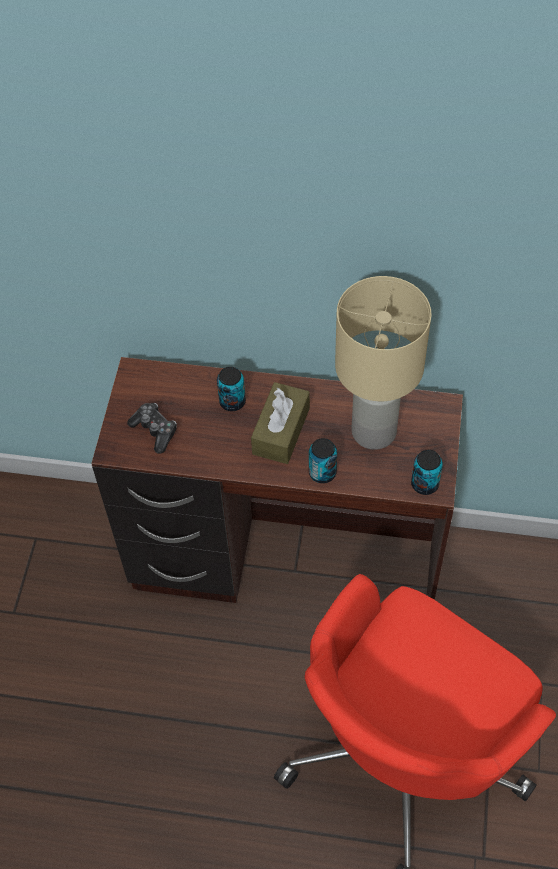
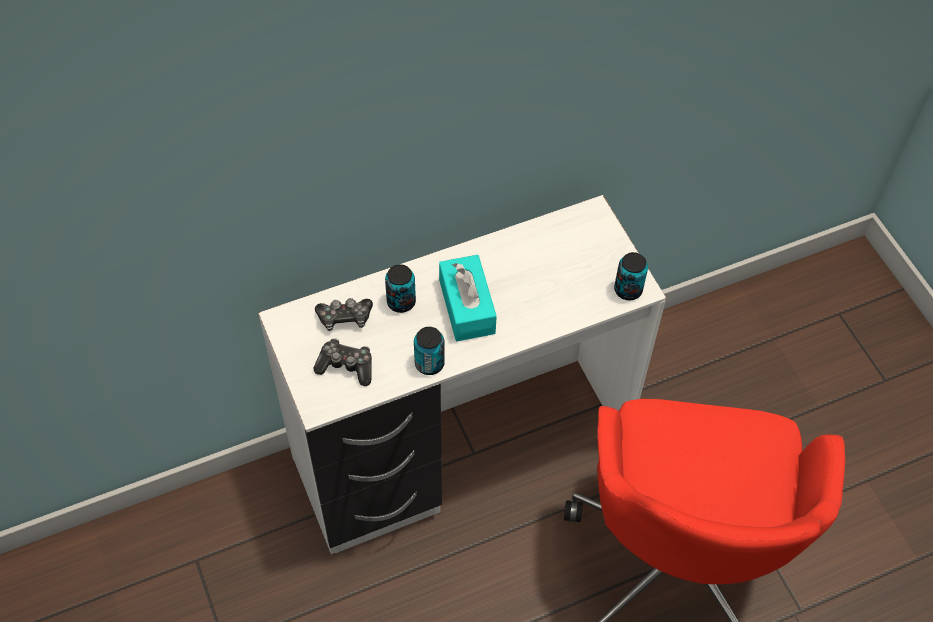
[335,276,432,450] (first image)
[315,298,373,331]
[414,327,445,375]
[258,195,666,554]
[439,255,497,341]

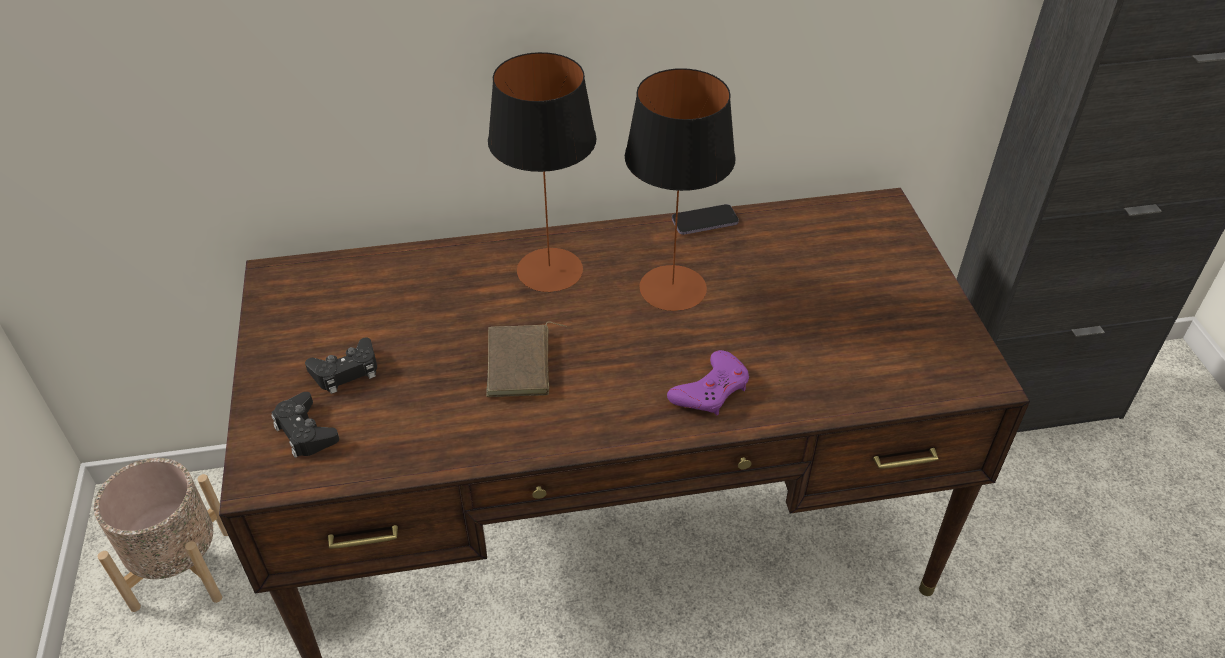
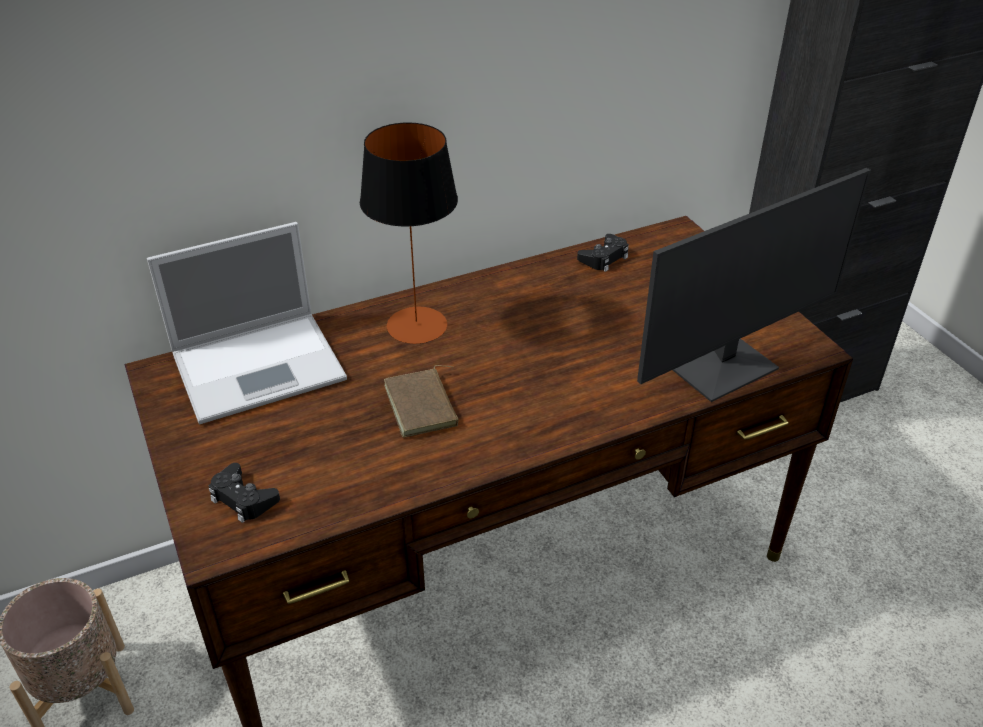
[625,68,736,311] (first image)
[667,350,749,415] (first image)
[672,204,739,235] (first image)
[147,222,347,424]
[637,168,871,402]
[577,234,629,272]

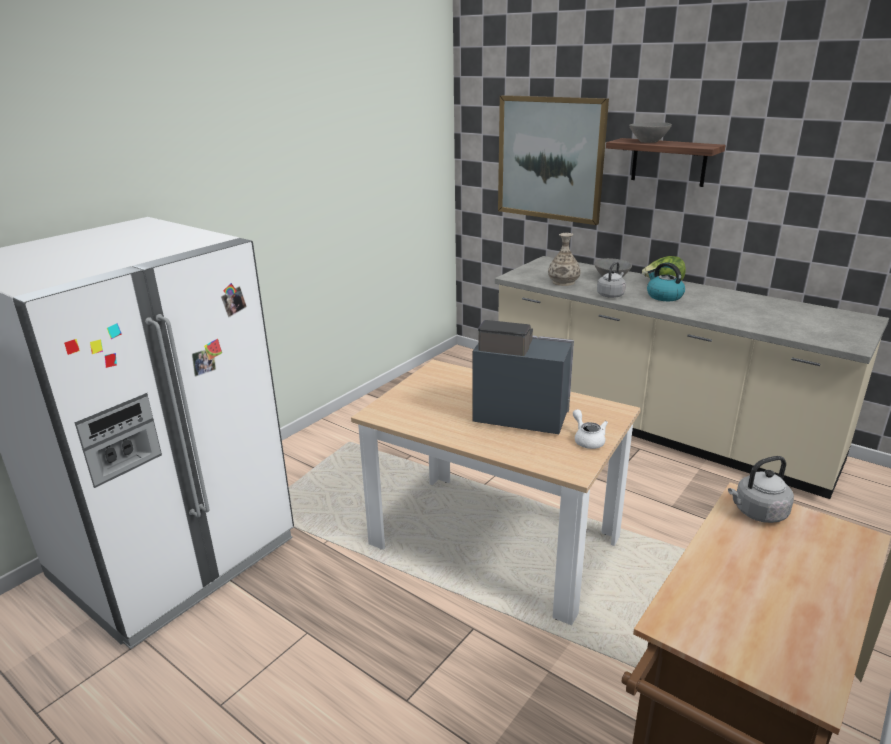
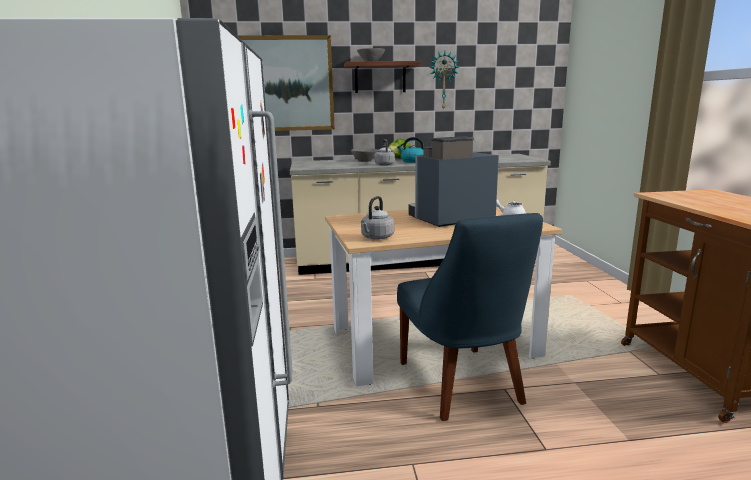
[548,233,580,286] (first image)
[397,213,543,421]
[429,51,459,110]
[361,196,394,240]

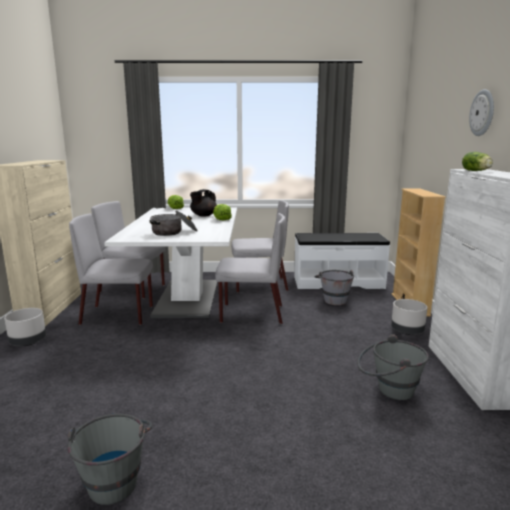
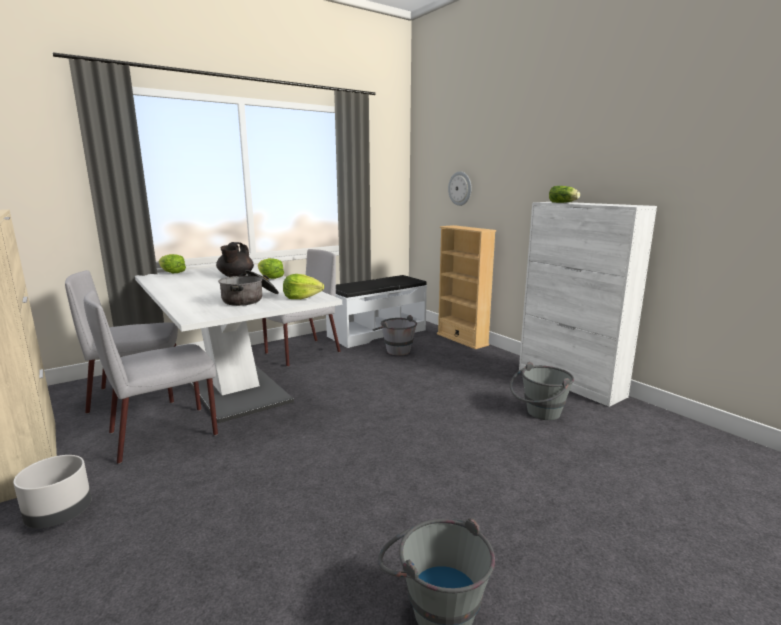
[215,213,286,324] (first image)
[391,299,427,335] (first image)
[283,274,324,299]
[448,171,472,206]

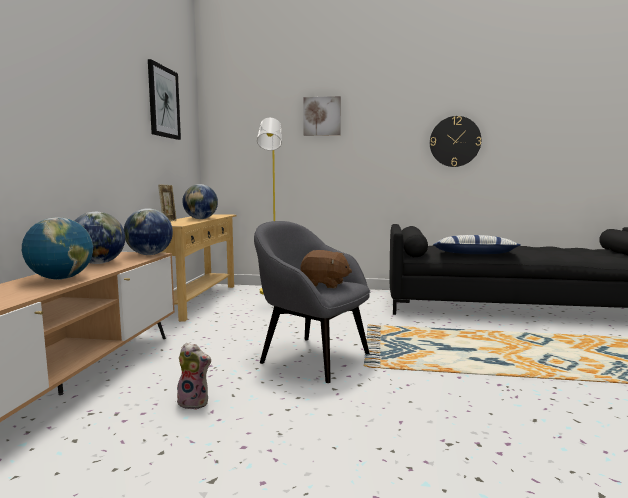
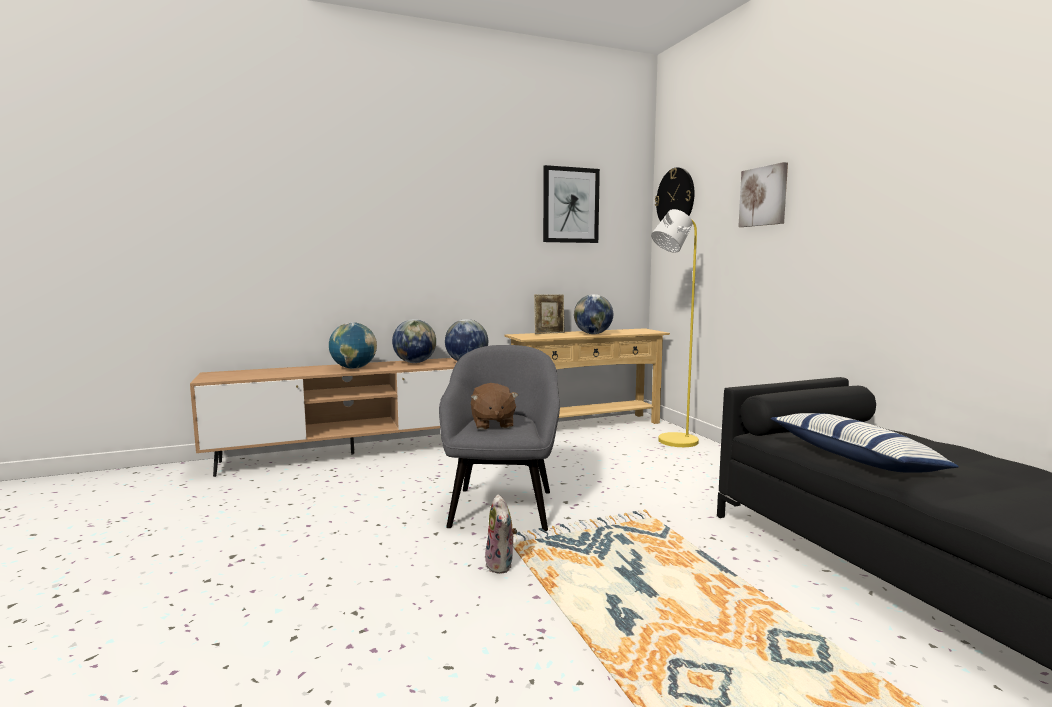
[485,495,517,574]
[655,167,694,222]

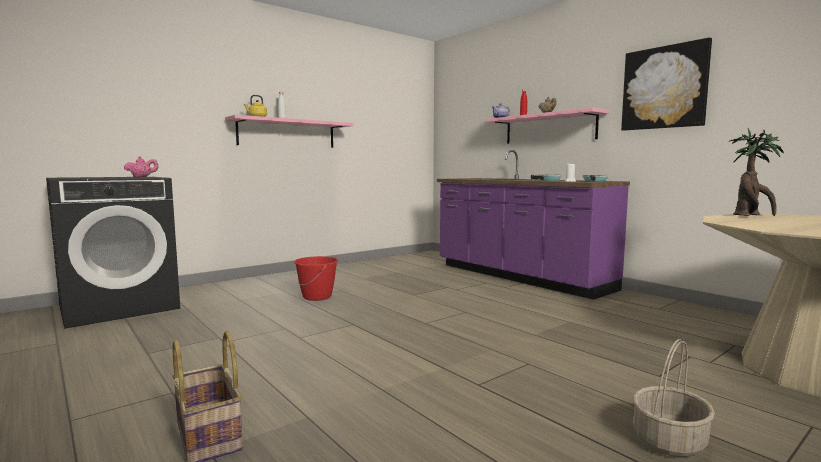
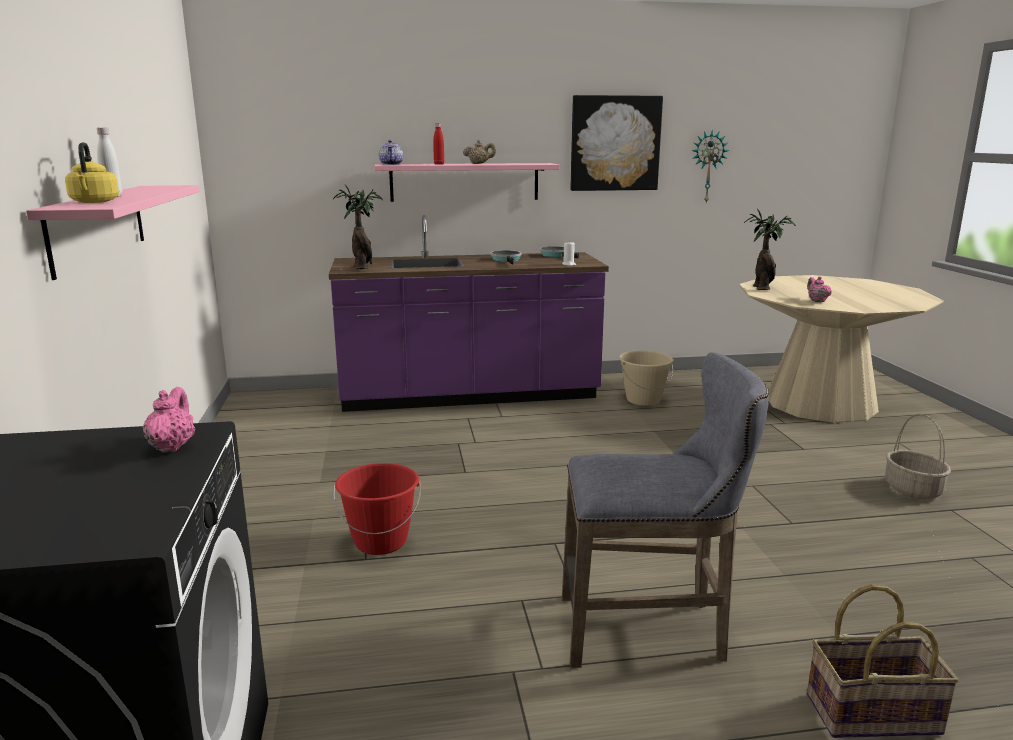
[333,184,383,269]
[562,352,769,668]
[619,350,673,406]
[692,129,729,203]
[807,276,832,302]

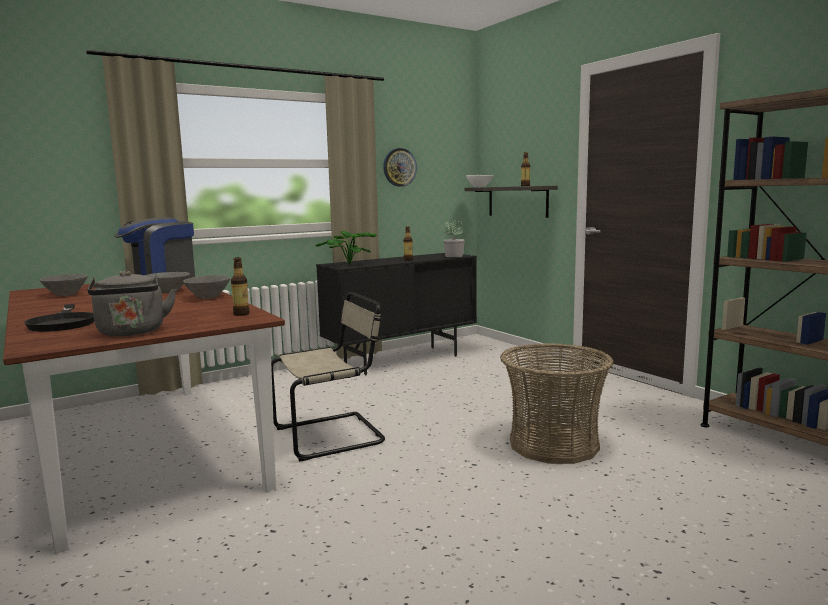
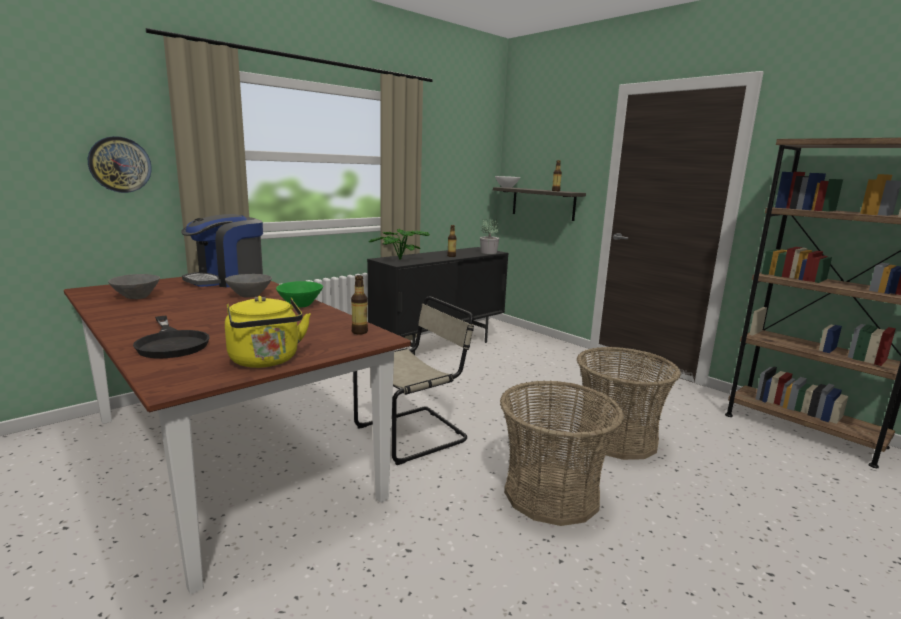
[500,381,624,526]
[88,136,152,193]
[225,296,311,368]
[276,281,323,307]

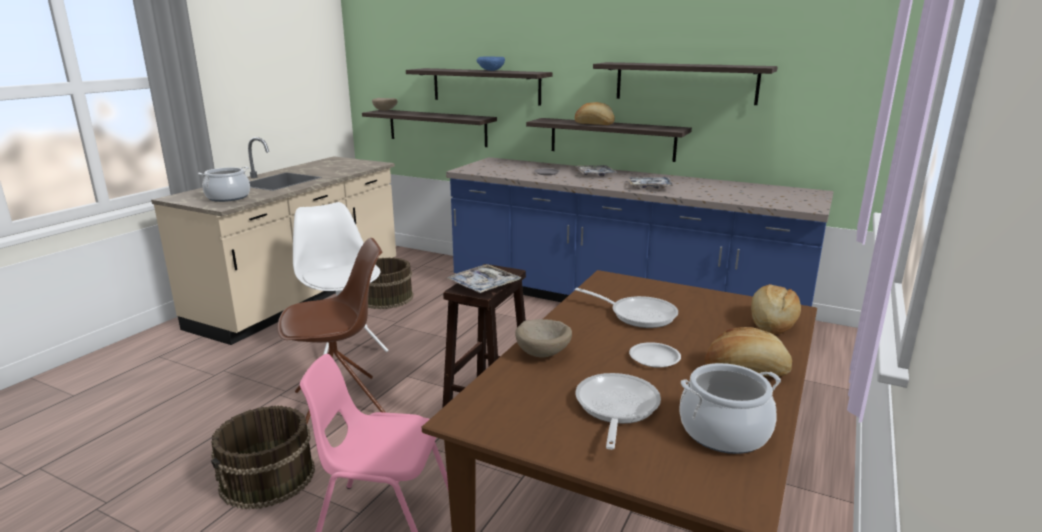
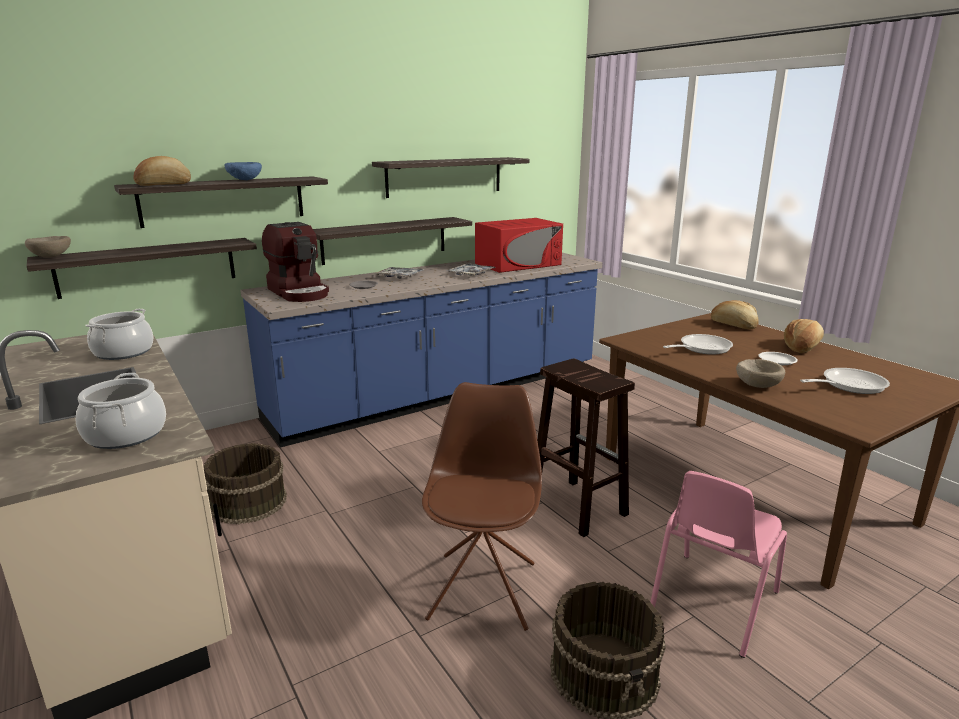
[293,202,388,355] (first image)
[447,264,522,293] (first image)
[262,222,329,302]
[475,218,563,273]
[133,156,191,186]
[85,309,153,360]
[800,368,890,394]

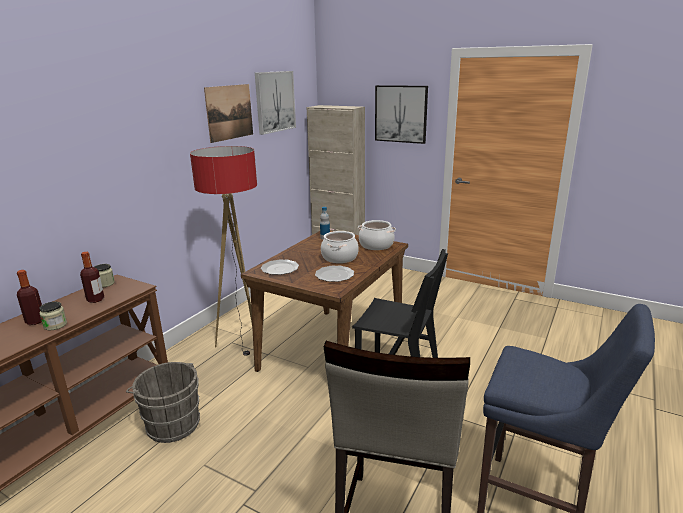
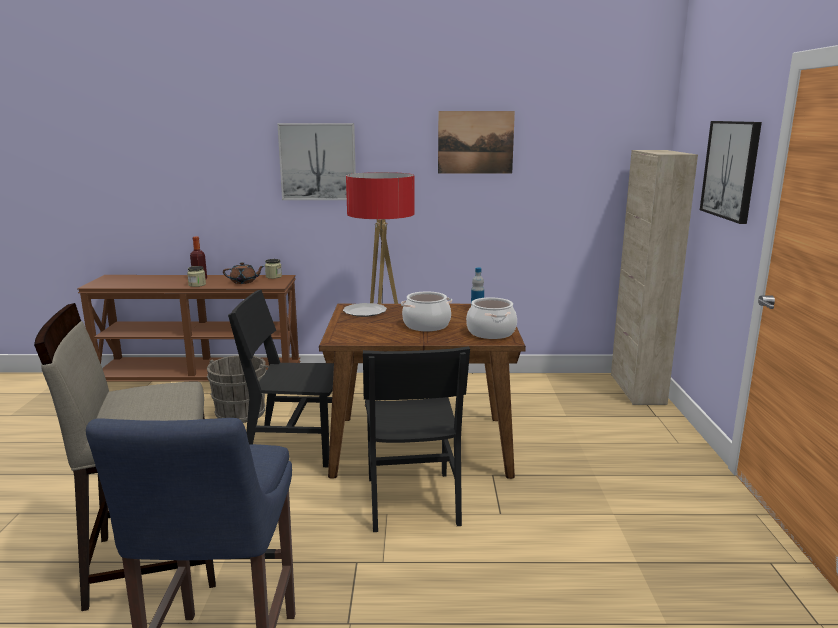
[315,266,354,282] (first image)
[228,290,334,467]
[277,123,356,200]
[223,262,264,284]

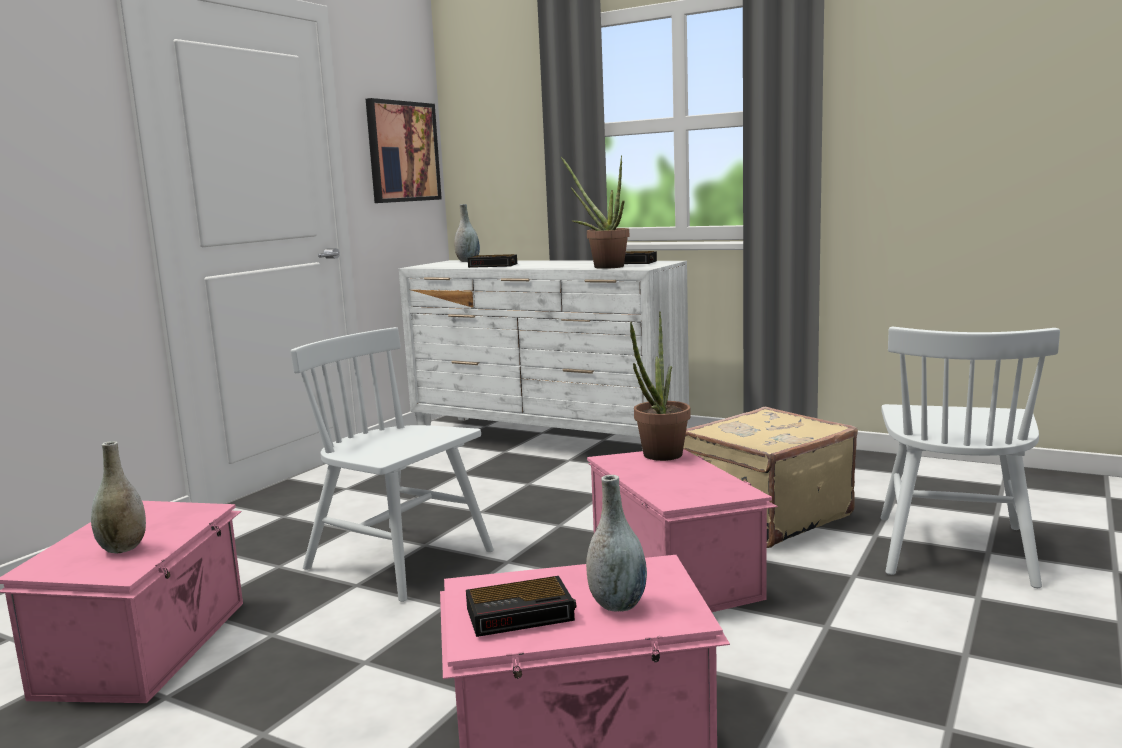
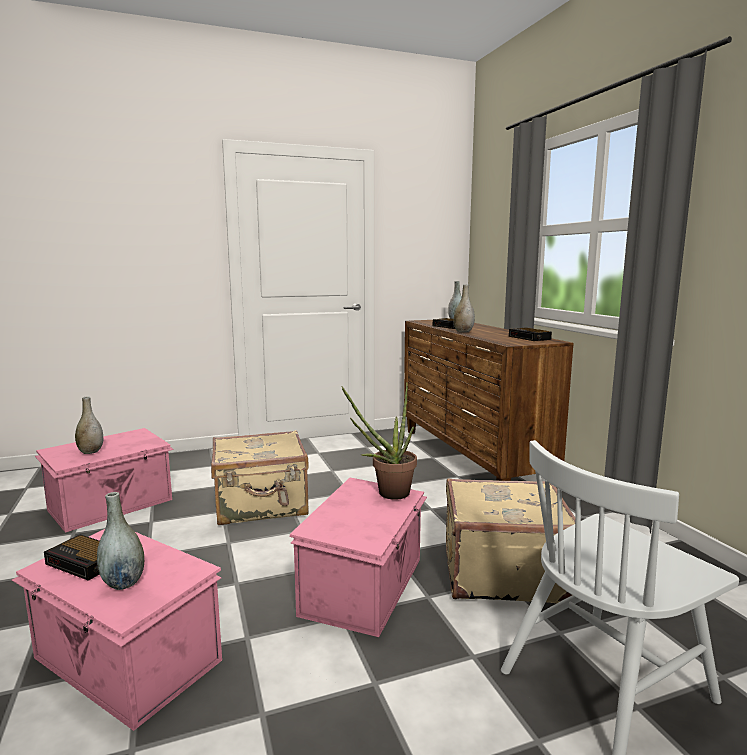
[366,98,442,203] (first image)
[561,155,629,269] (first image)
[454,285,475,333]
[211,430,309,525]
[404,320,574,488]

